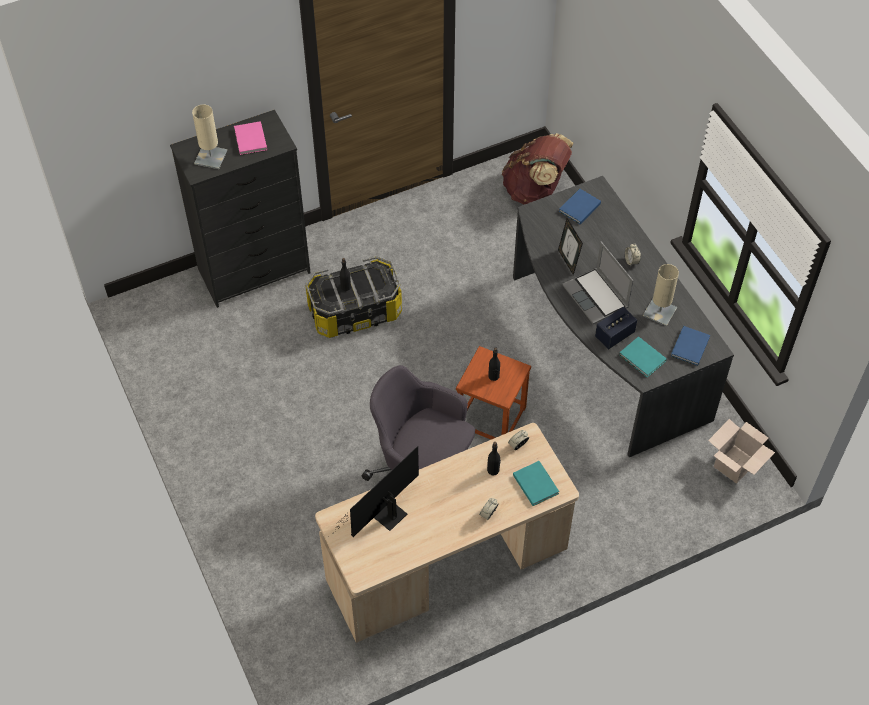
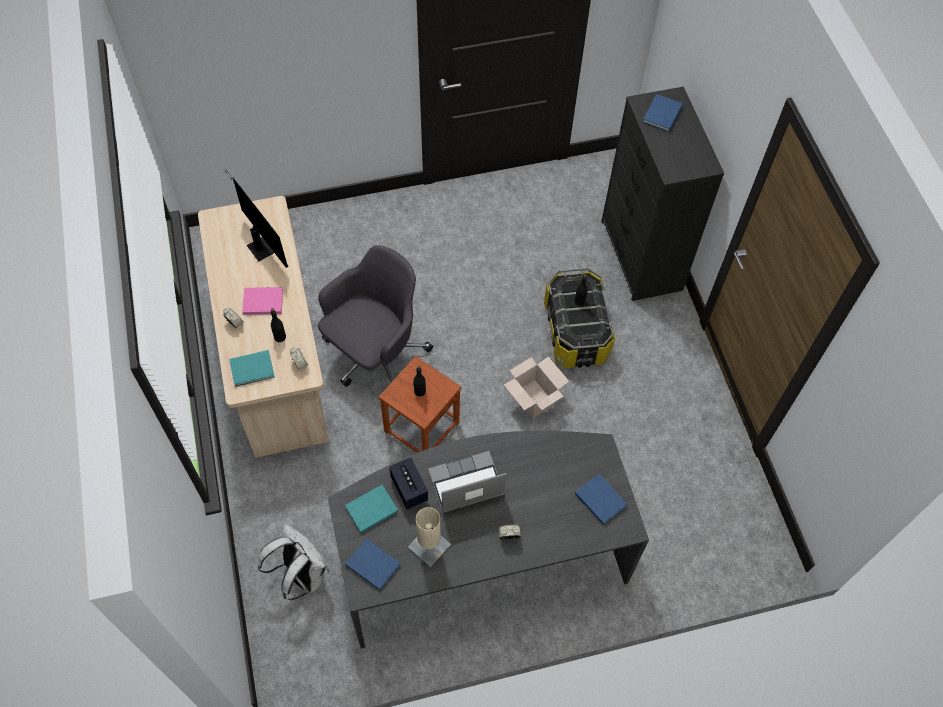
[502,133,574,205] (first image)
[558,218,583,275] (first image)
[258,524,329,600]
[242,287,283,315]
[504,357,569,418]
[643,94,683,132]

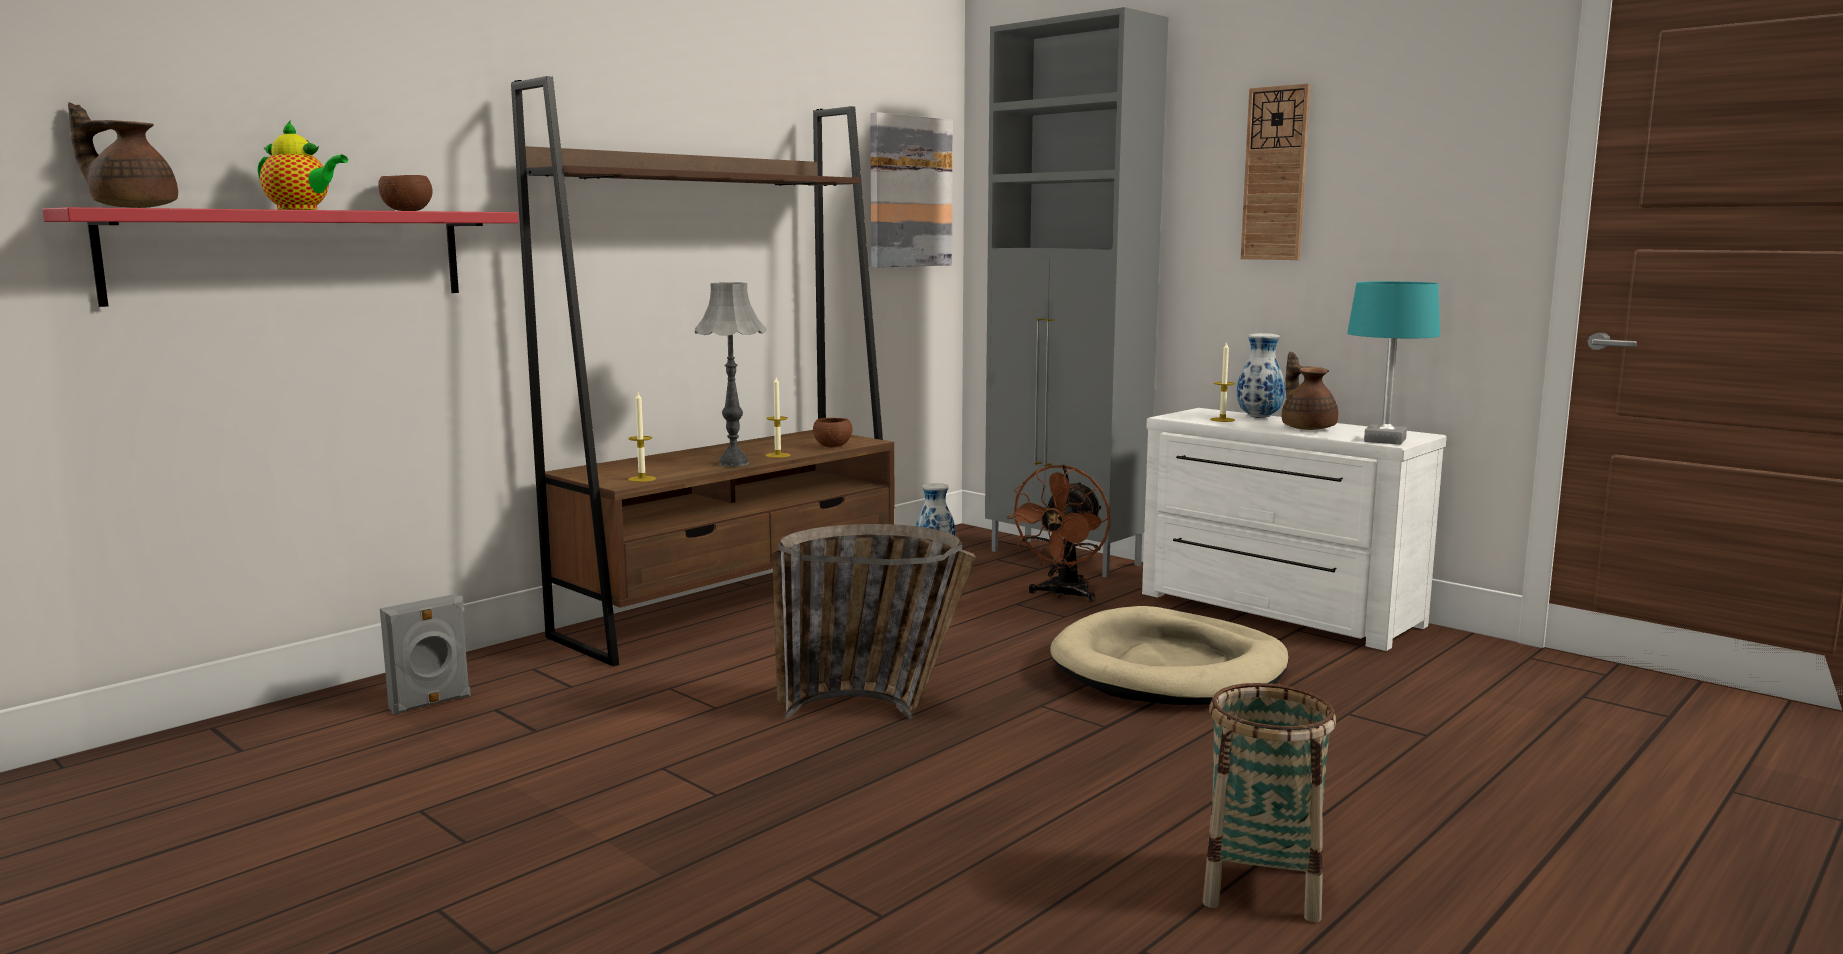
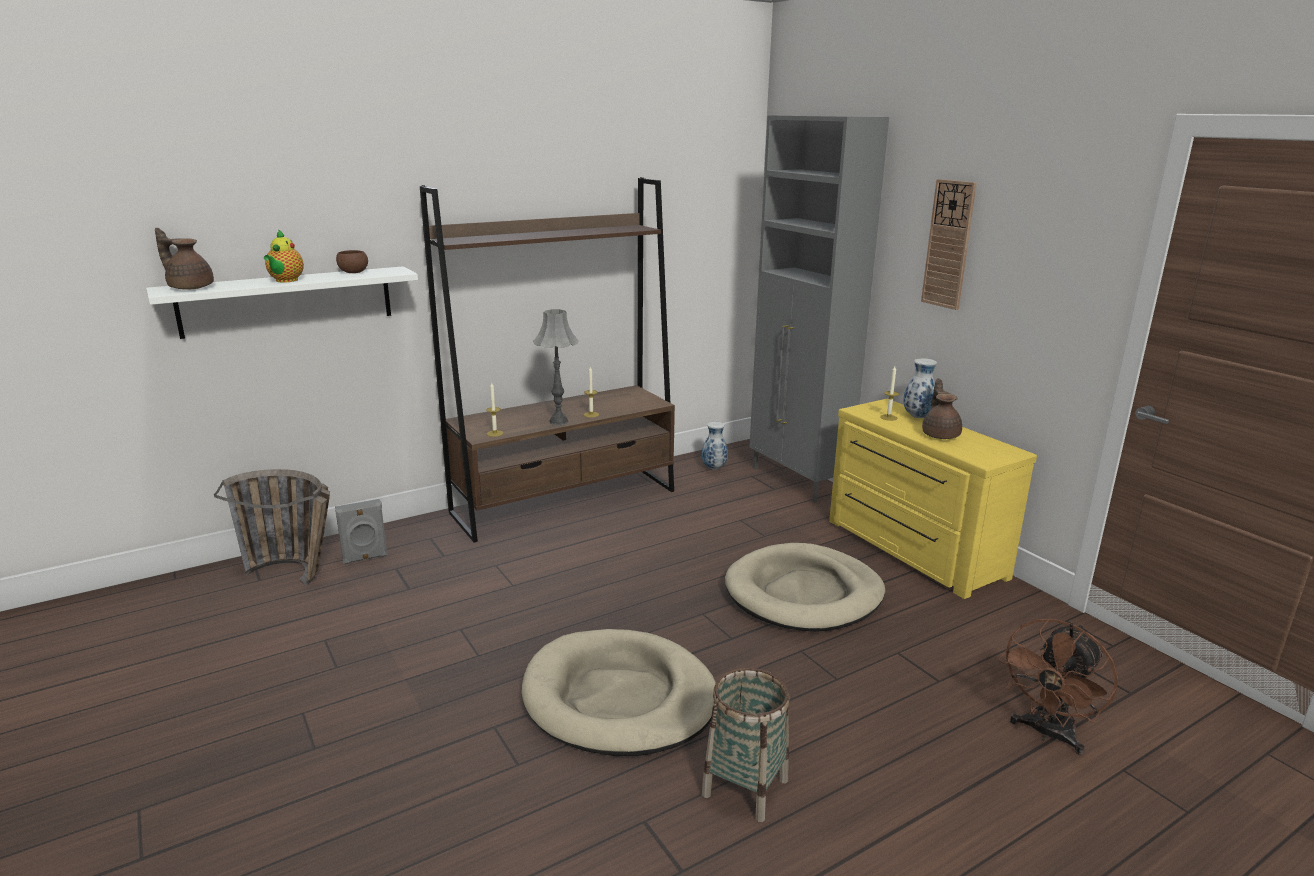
[813,418,853,447] (first image)
[870,112,953,268] (first image)
[1347,281,1440,445] (first image)
[522,629,716,756]
[214,469,330,585]
[999,619,1118,755]
[146,266,418,339]
[829,399,1037,599]
[264,229,304,282]

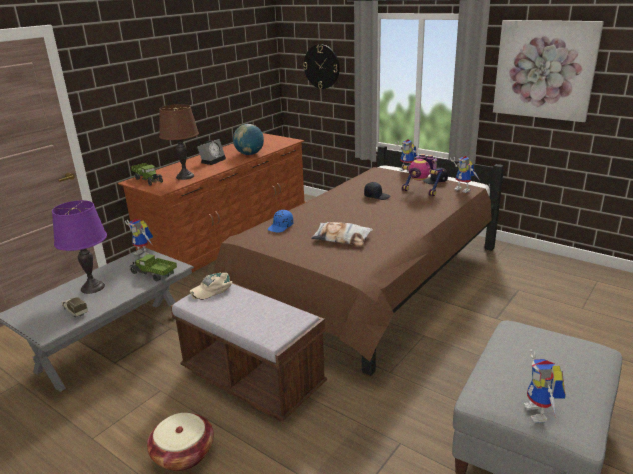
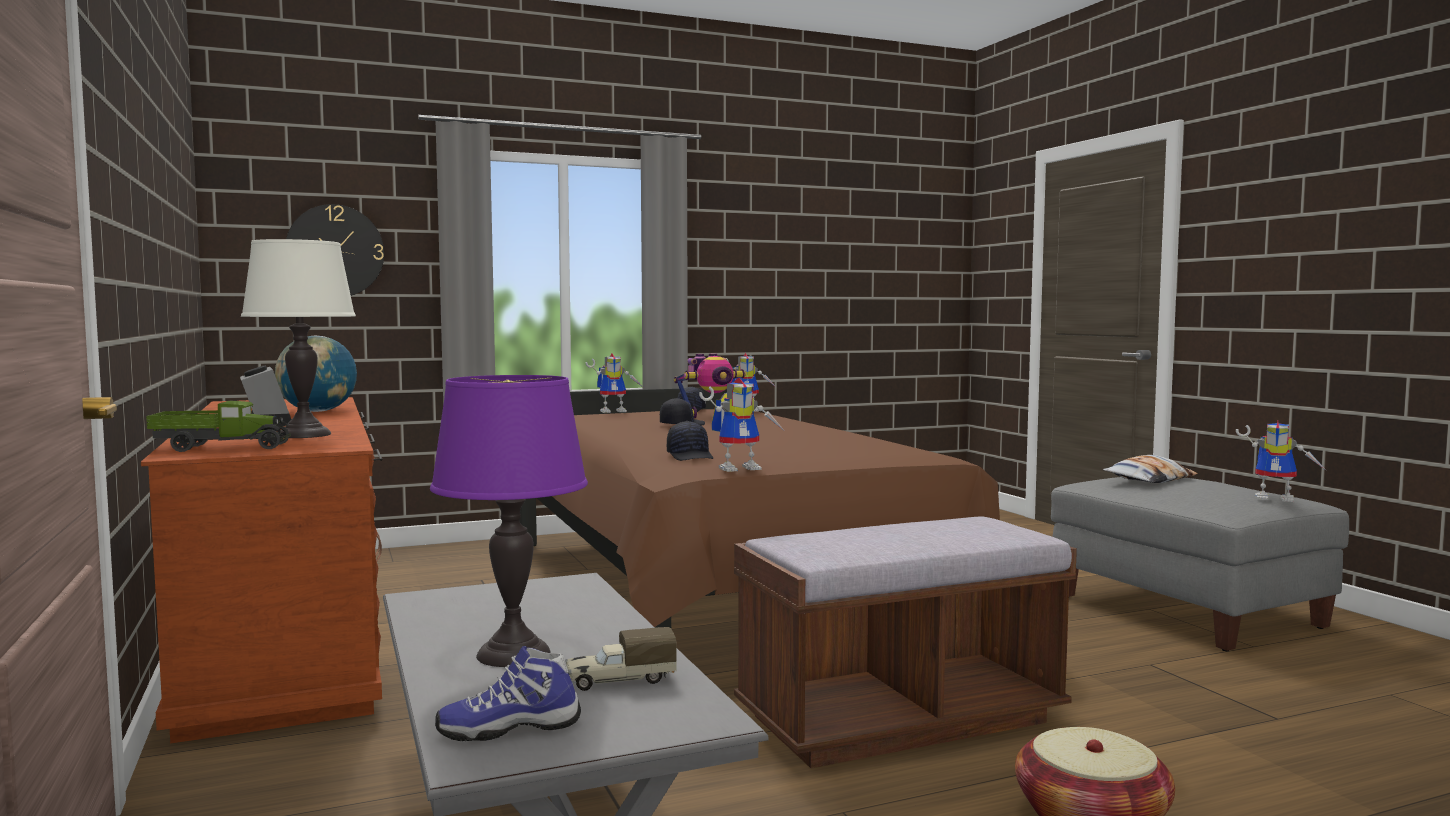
[129,254,177,281] (first image)
[190,272,233,300] (first image)
[493,20,604,122] (first image)
[435,646,581,741]
[699,377,784,472]
[1103,455,1198,483]
[241,239,356,438]
[667,421,713,461]

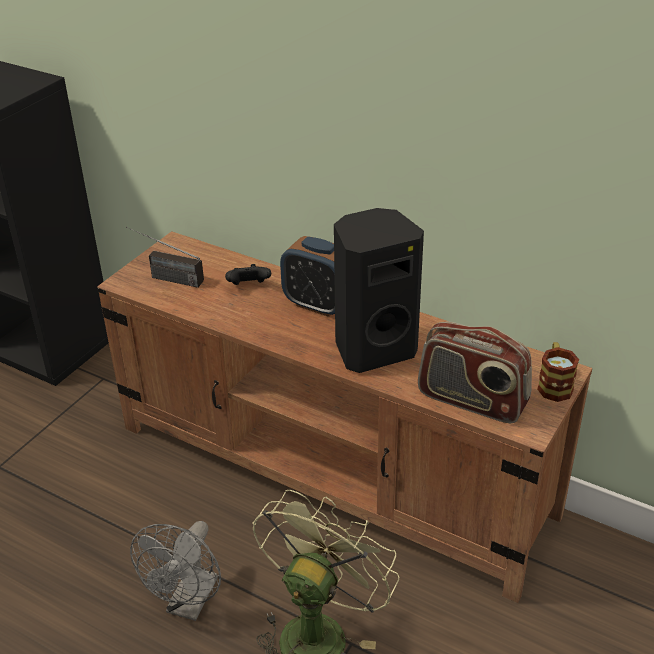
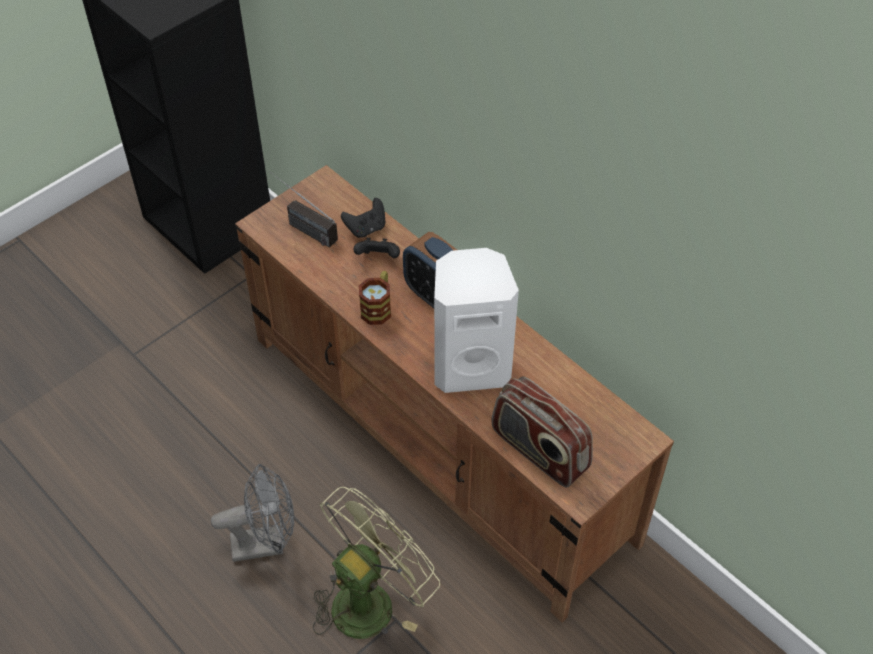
[341,198,385,238]
[359,271,391,325]
[434,248,519,393]
[211,464,294,562]

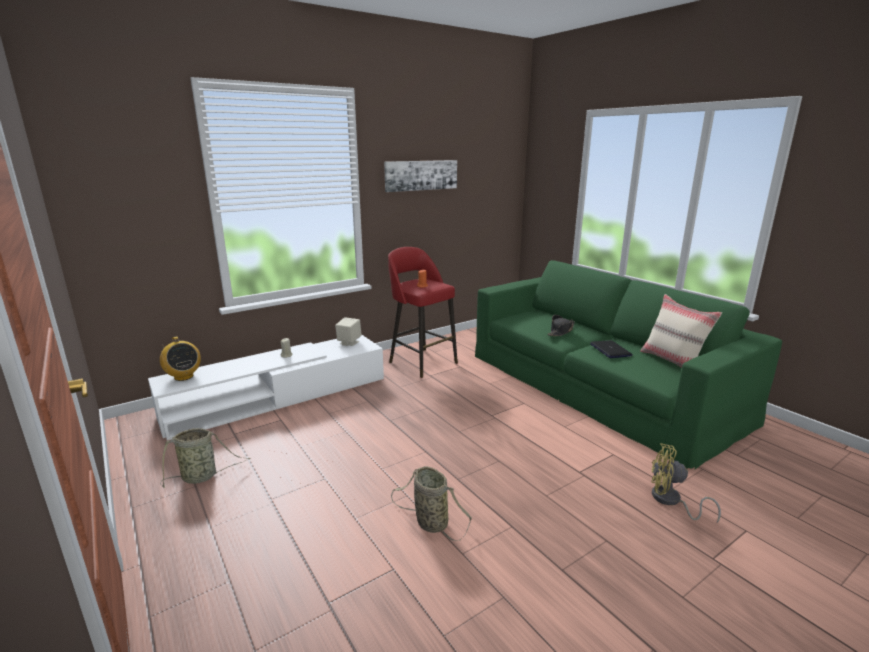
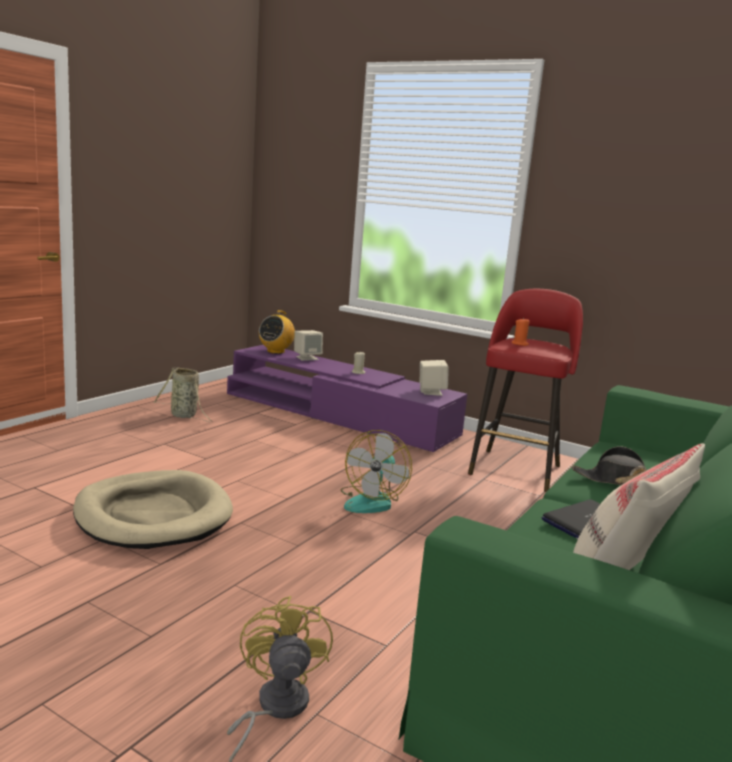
[384,160,457,192] (first image)
[294,330,323,361]
[340,430,412,513]
[73,470,233,549]
[227,345,467,452]

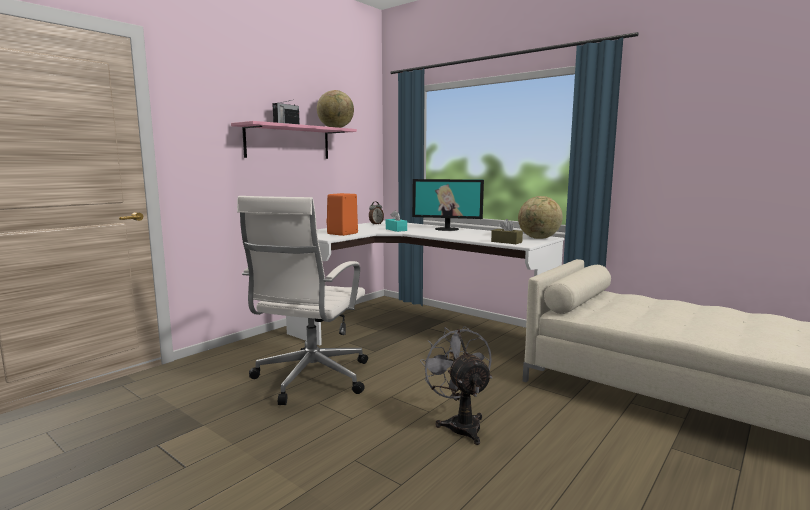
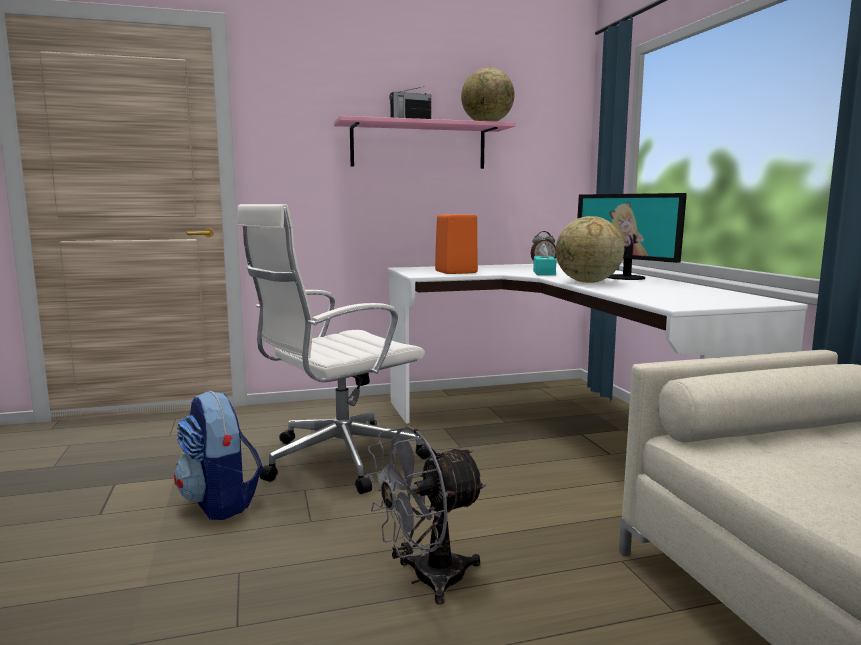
[491,219,523,244] (first image)
[174,391,263,520]
[556,216,624,283]
[365,426,487,605]

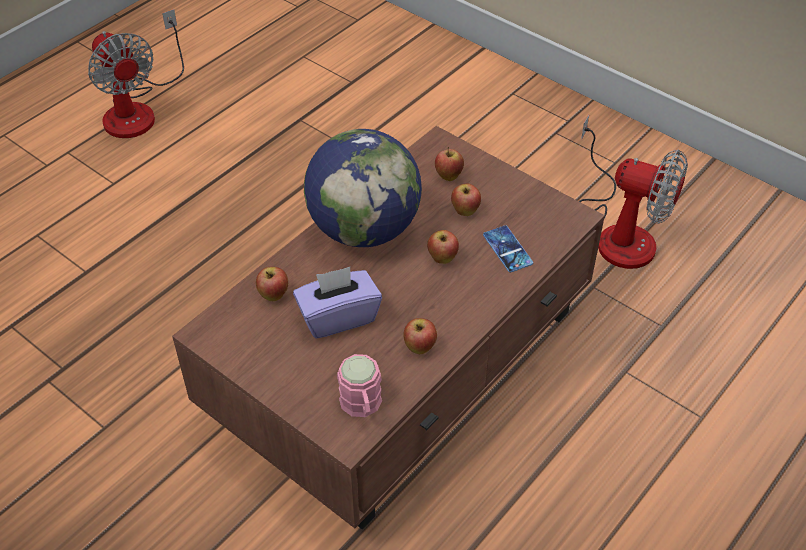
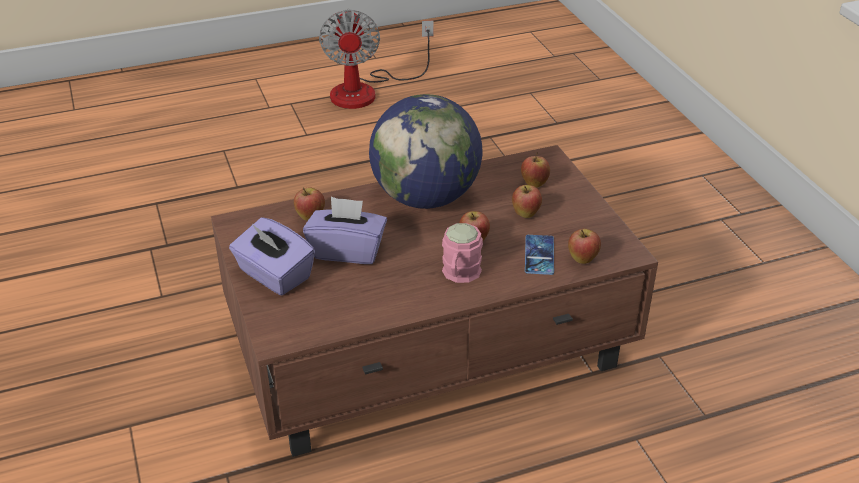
[579,115,688,269] (first image)
[229,218,315,296]
[442,223,483,283]
[568,229,601,264]

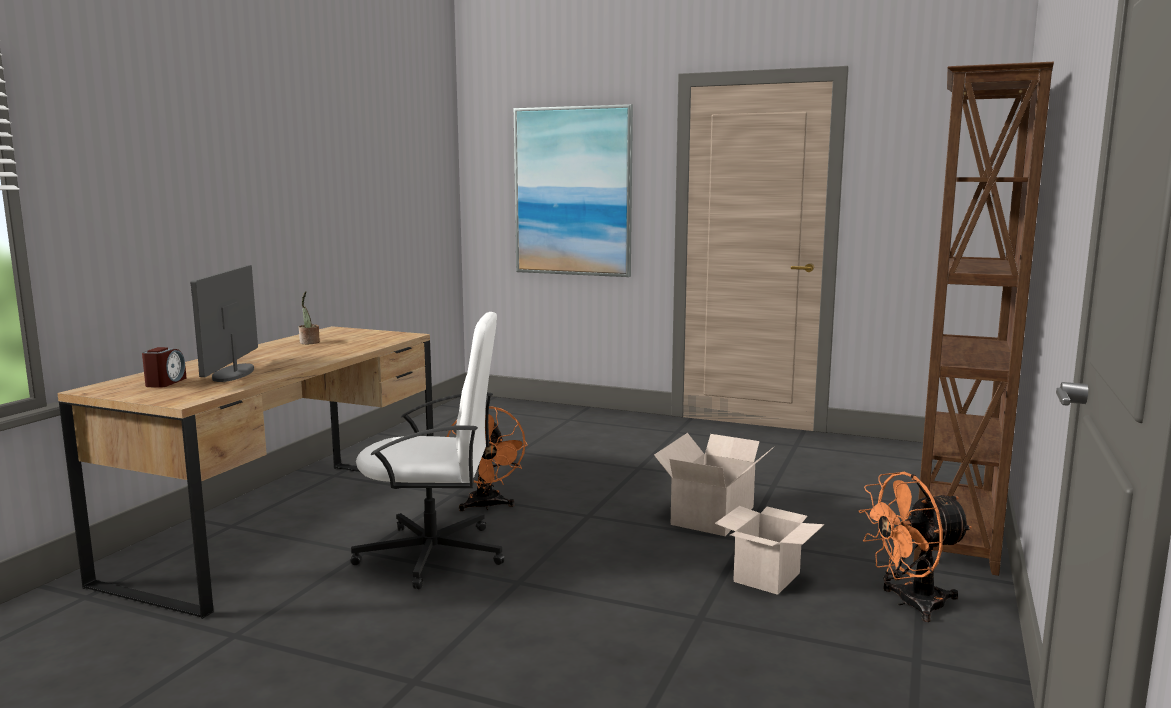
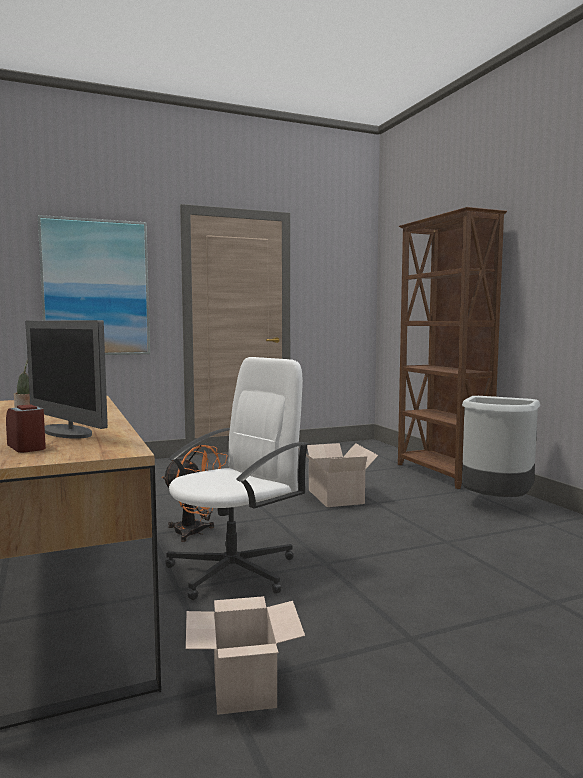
[186,596,305,715]
[462,396,540,497]

